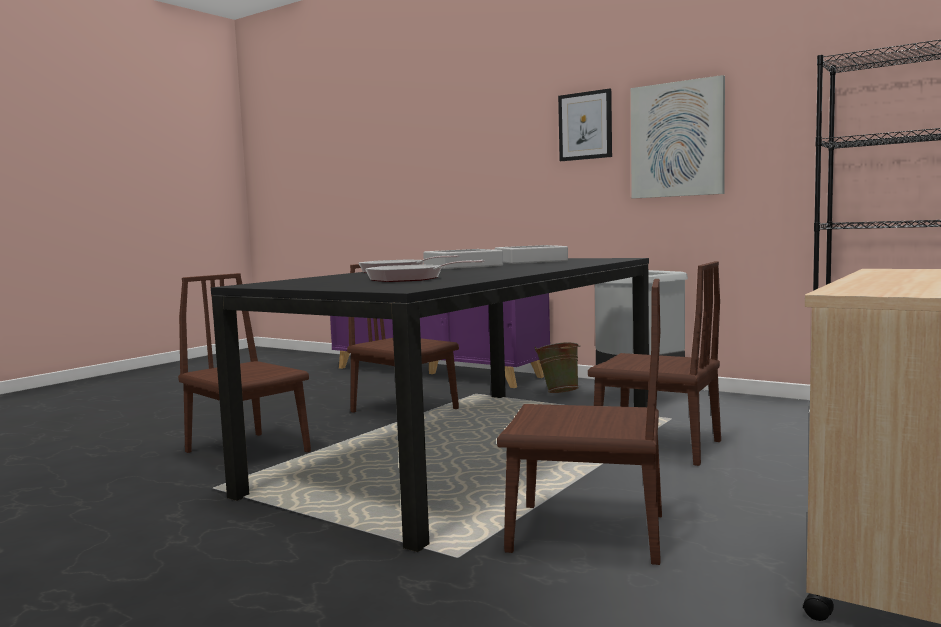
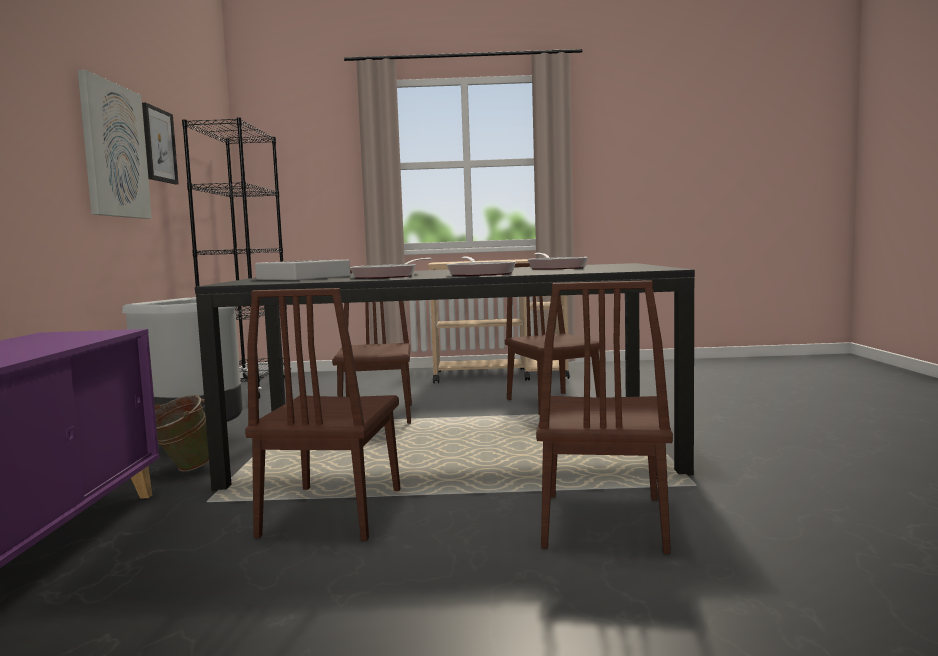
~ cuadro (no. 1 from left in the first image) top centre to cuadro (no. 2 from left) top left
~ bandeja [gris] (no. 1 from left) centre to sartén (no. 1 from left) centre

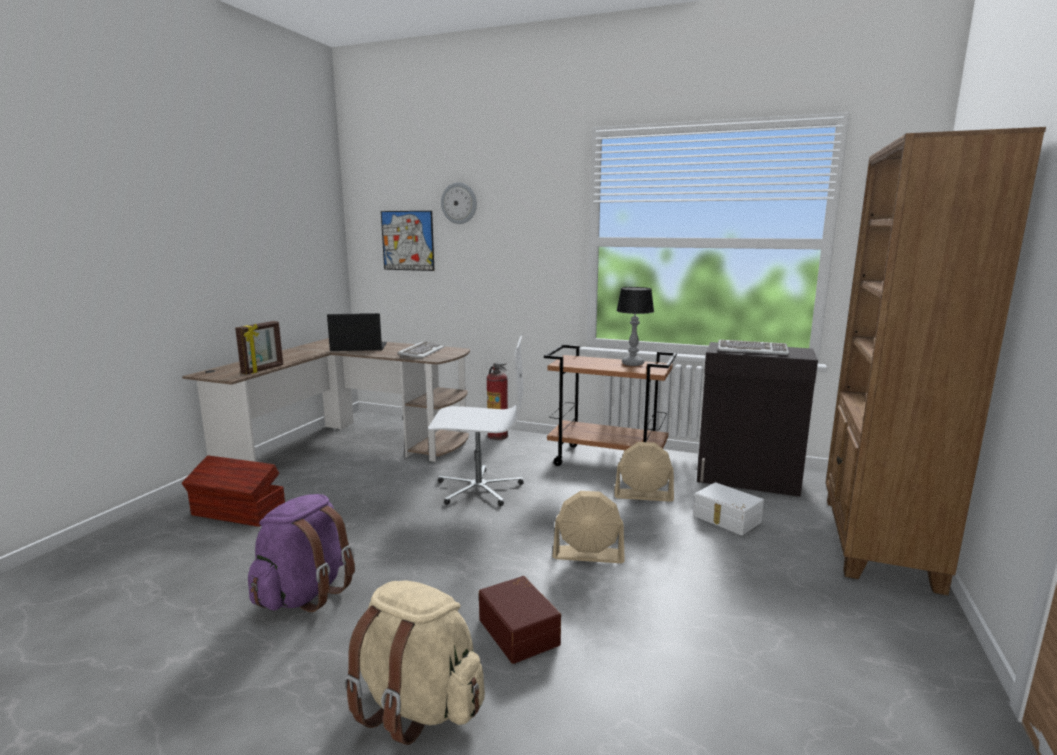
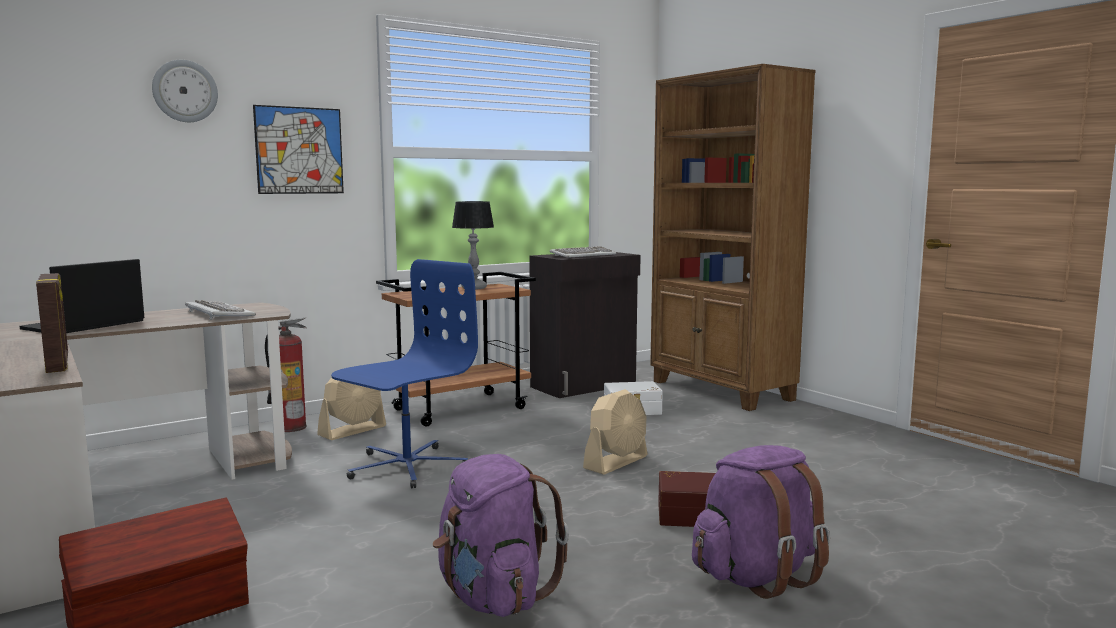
~ cuadro top centre to top left
~ ventilador [beis] (no. 2 from left in the first image) centre to ventilador [beis] (no. 1 from left) middle left
~ mochila [beis] bottom centre to mochila [morado] (no. 2 from left) bottom right
~ silla de oficina [blanco] centre to silla de oficina [azul] centre

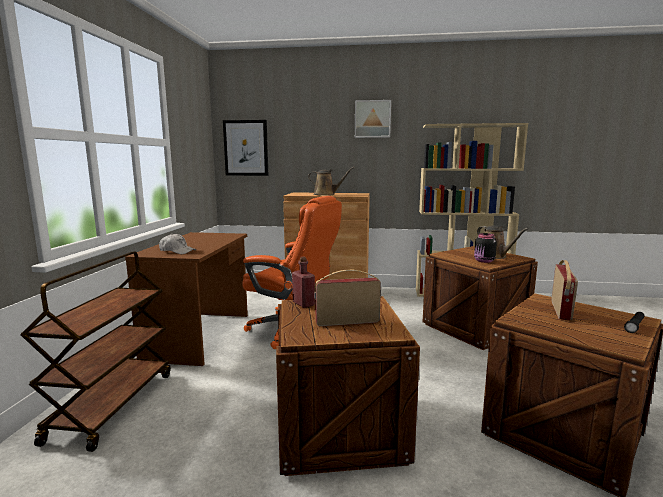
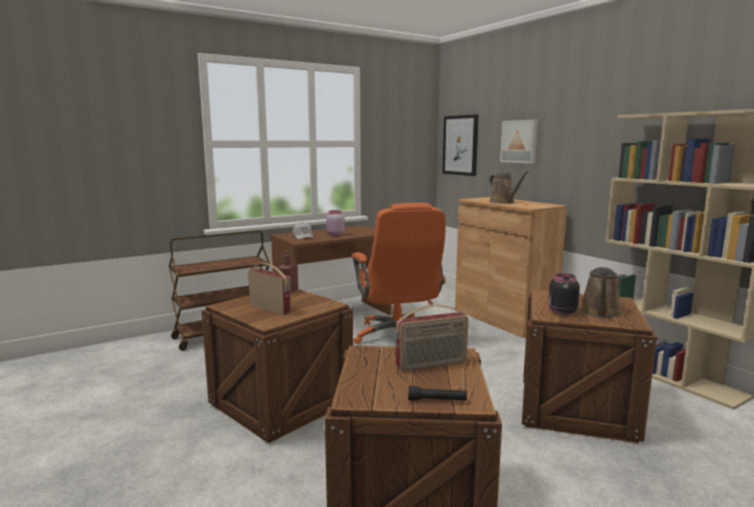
+ tarro [rosa] centre
~ cuadro (no. 2 from left) top centre to top right

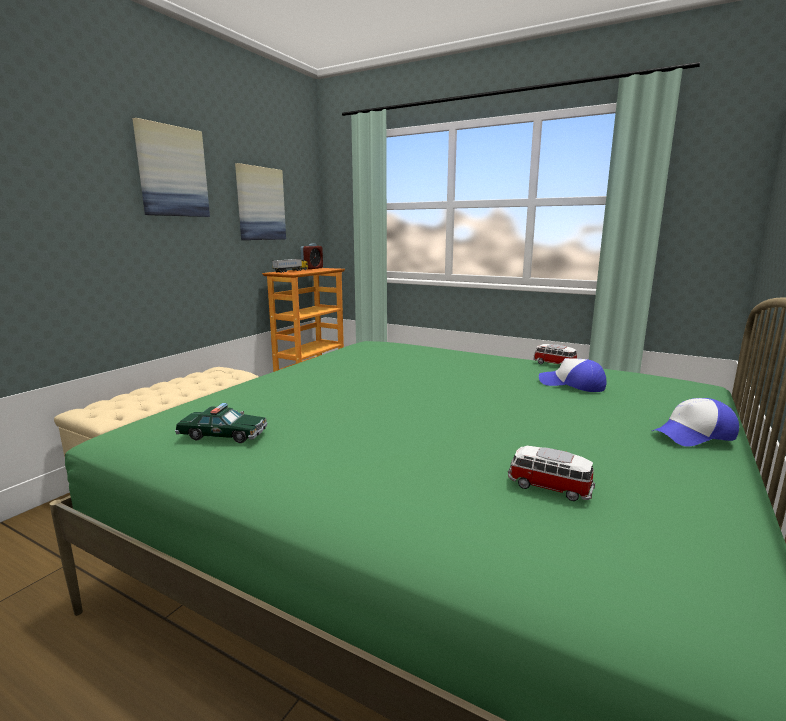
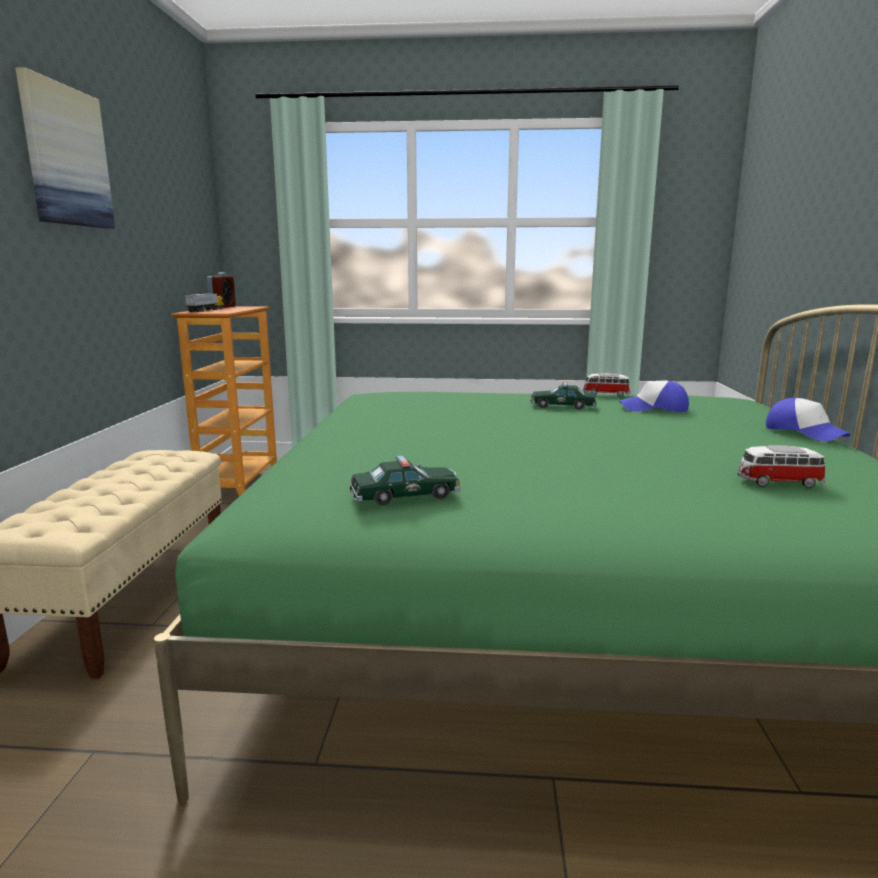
- cuadro (no. 2 from left) top left
+ coche de juguete (no. 2 from left) centre
~ gorra (no. 2 from left) middle right = middle right 75 degrees counterclockwise

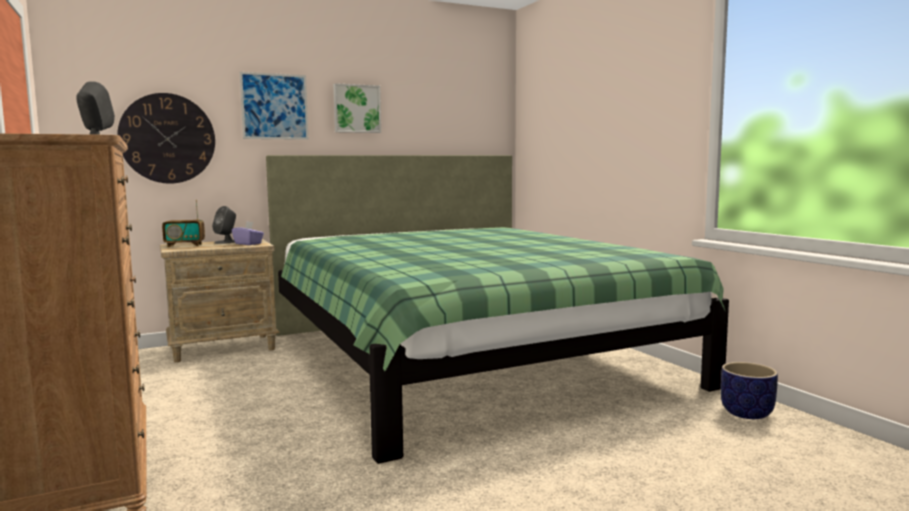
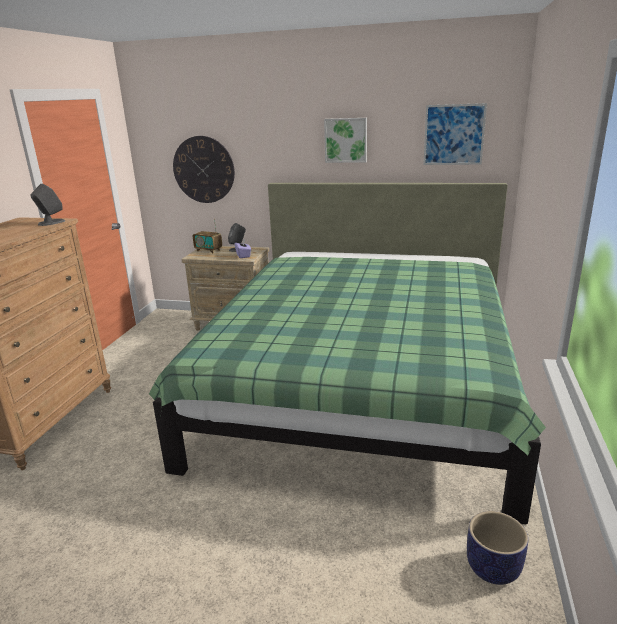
~ cuadro (no. 1 from left in the first image) top left to cuadro (no. 2 from left) top right

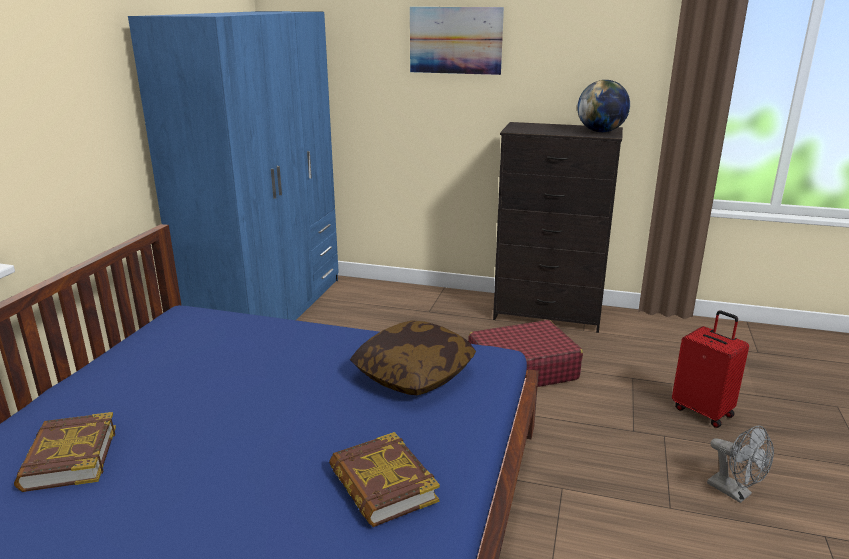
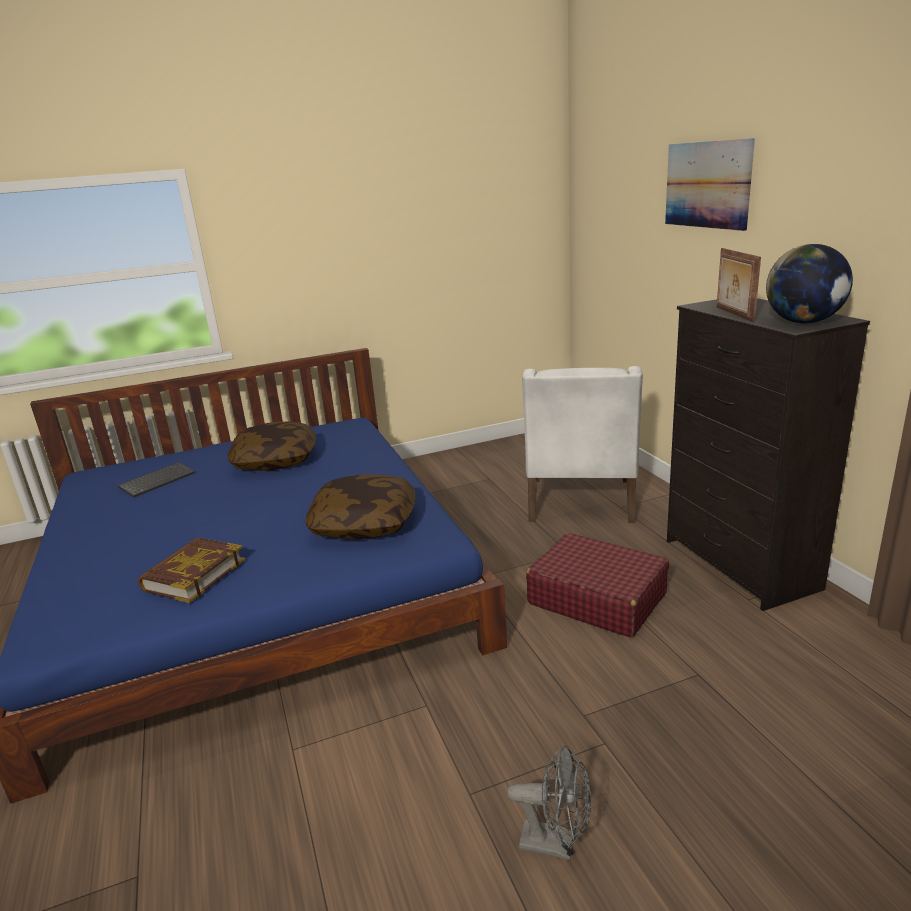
- armario ropero [azul] top left
- maleta [rojo] (no. 2 from left) middle right
+ cojín (no. 1 from left) middle left
+ sillón [blanco] centre
+ portarretratos top right
~ libro (no. 1 from left) bottom left to teclado middle left
~ ventilador [gris] bottom right = bottom centre 90 degrees counterclockwise

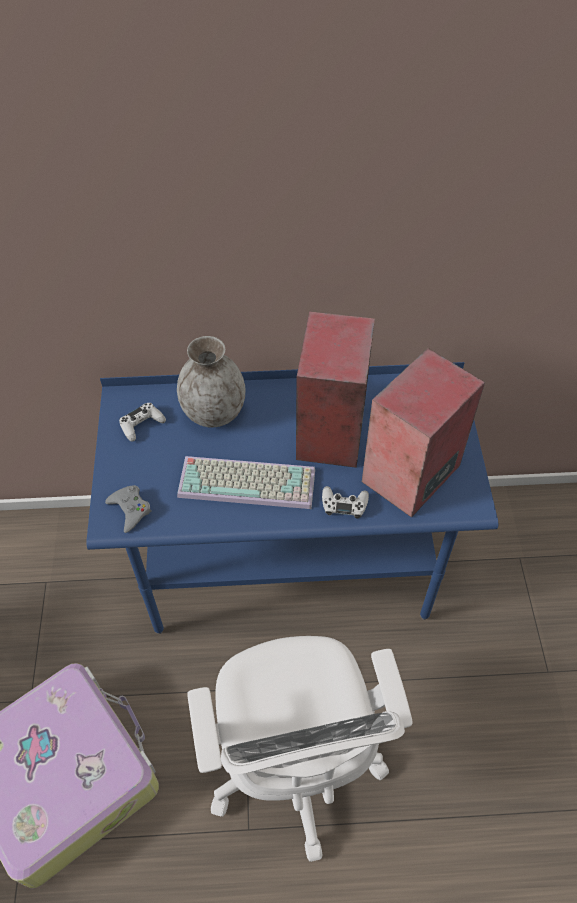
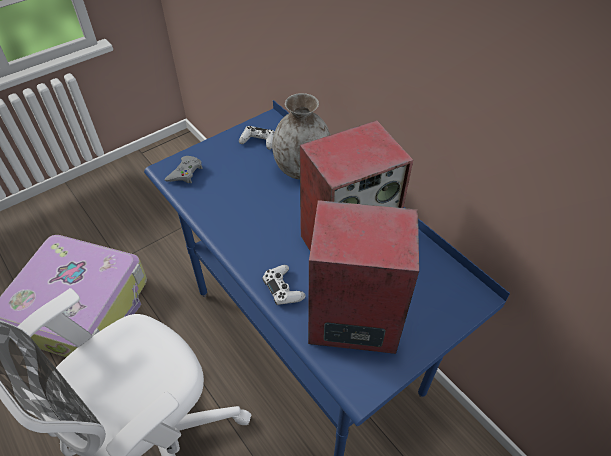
- teclado centre

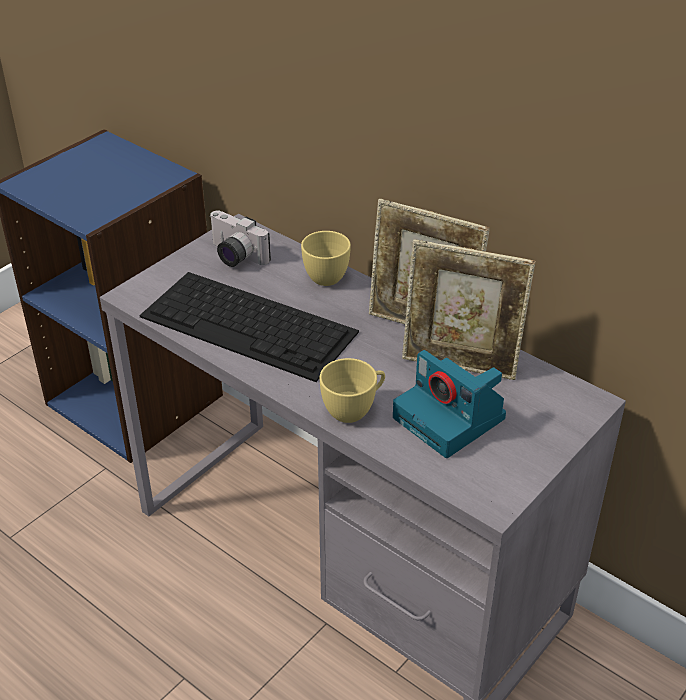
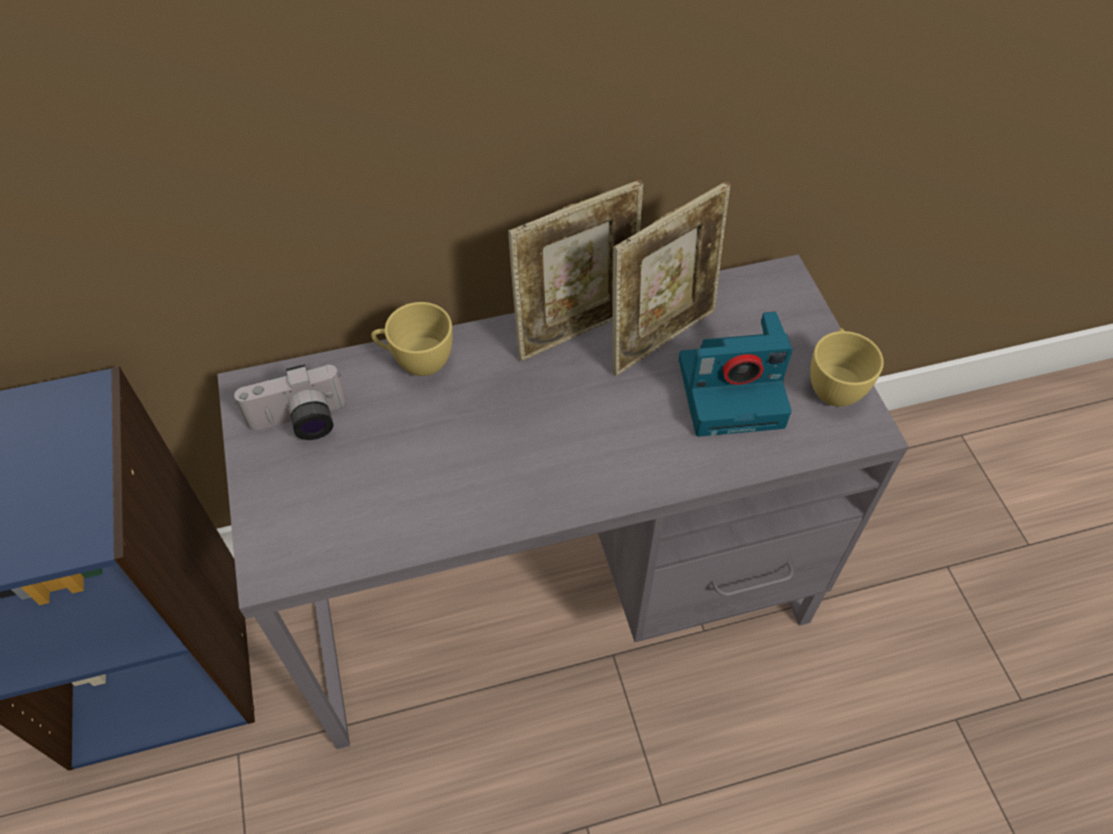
- teclado centre
~ taza [amarillo] (no. 2 from left) centre to middle right

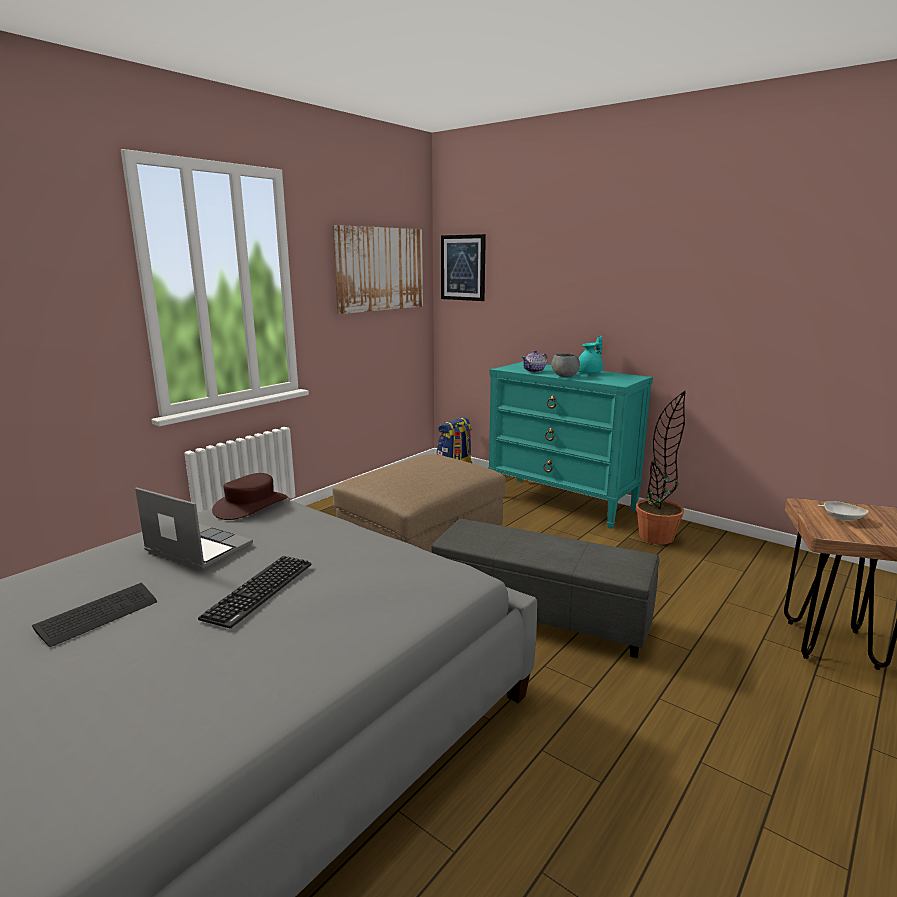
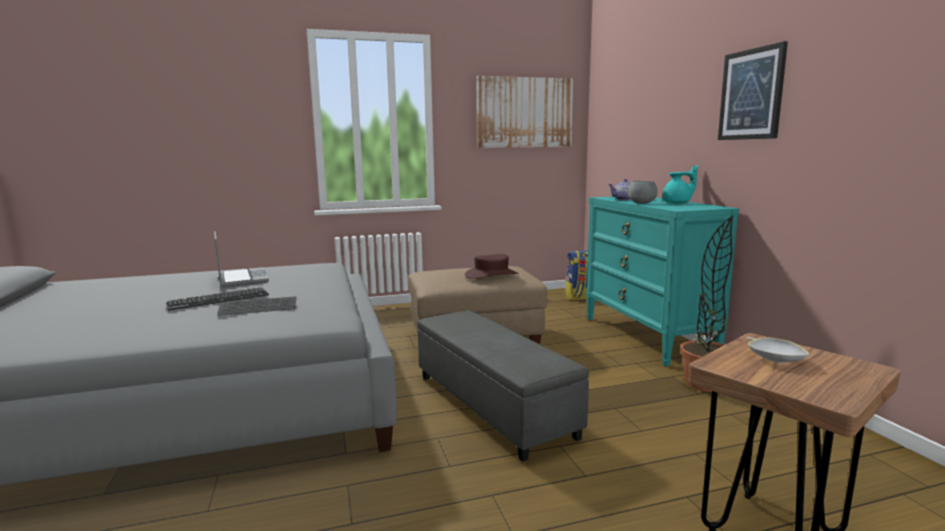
~ teclado (no. 1 from left in the first image) bottom left to teclado (no. 2 from left) middle left
~ sombrero [marrón] middle left to centre
~ cuadro (no. 2 from left) top centre to top right

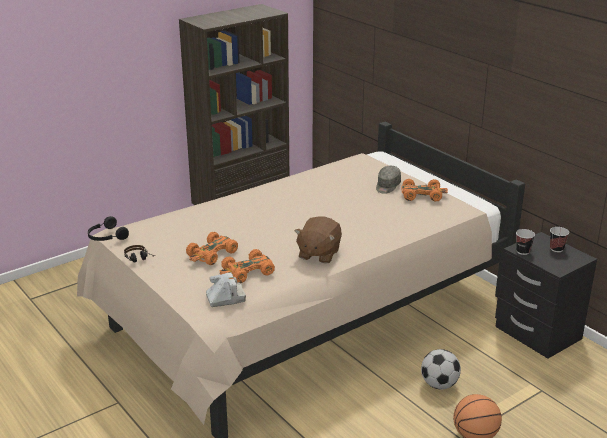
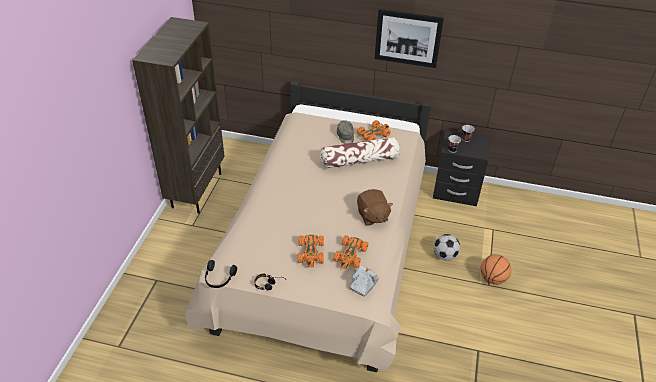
+ cojín centre
+ cuadro top centre

